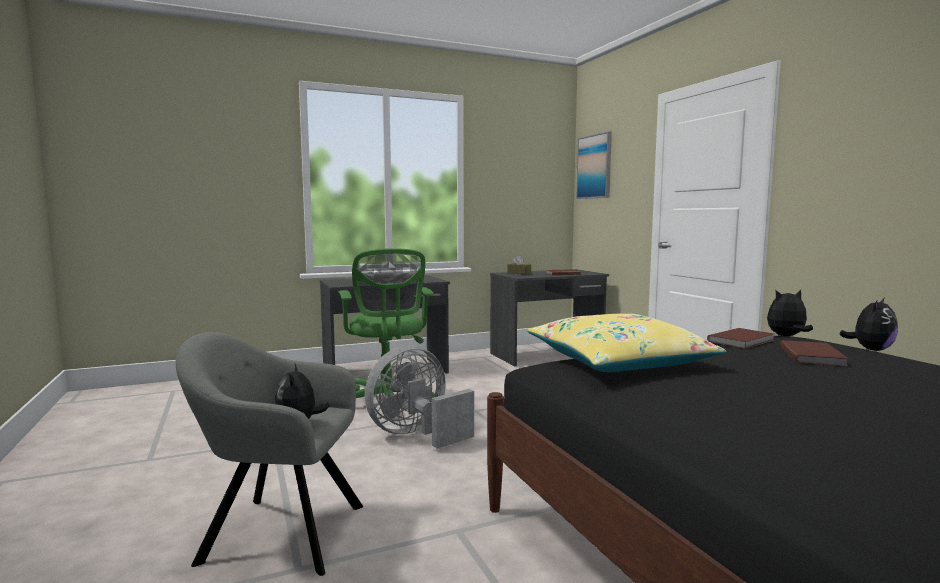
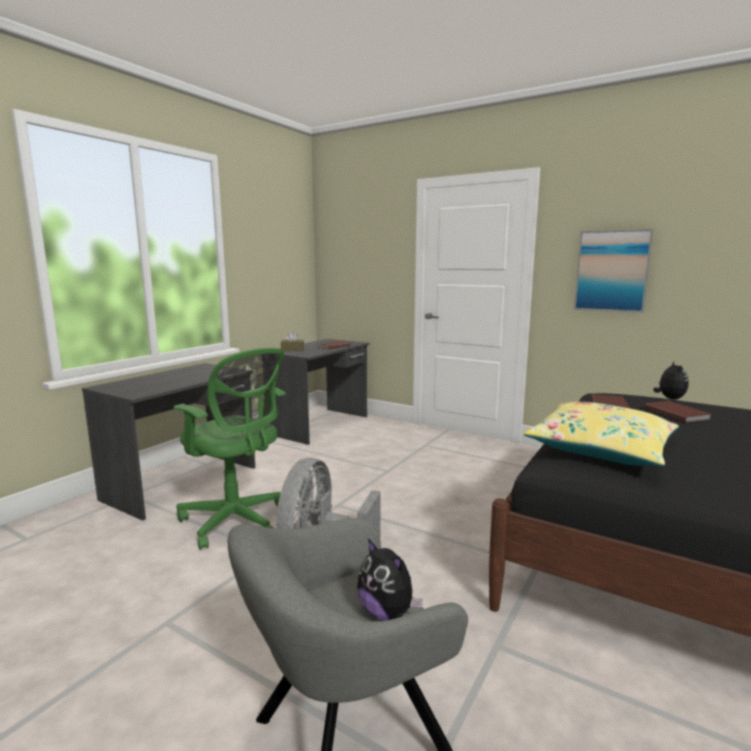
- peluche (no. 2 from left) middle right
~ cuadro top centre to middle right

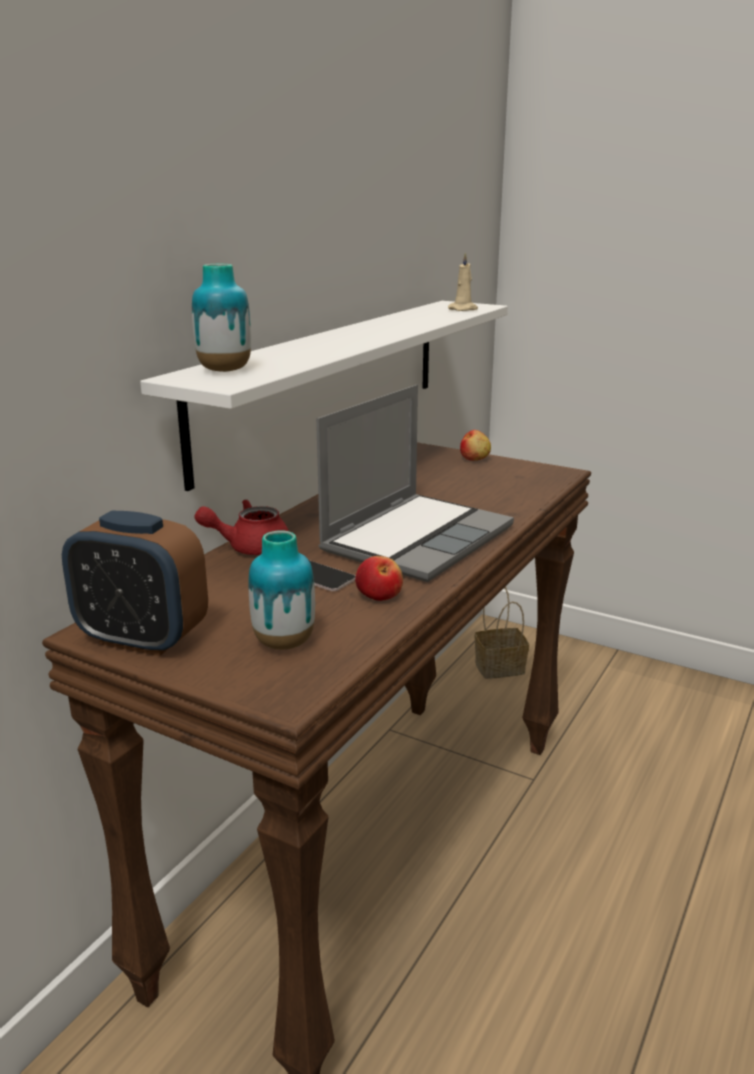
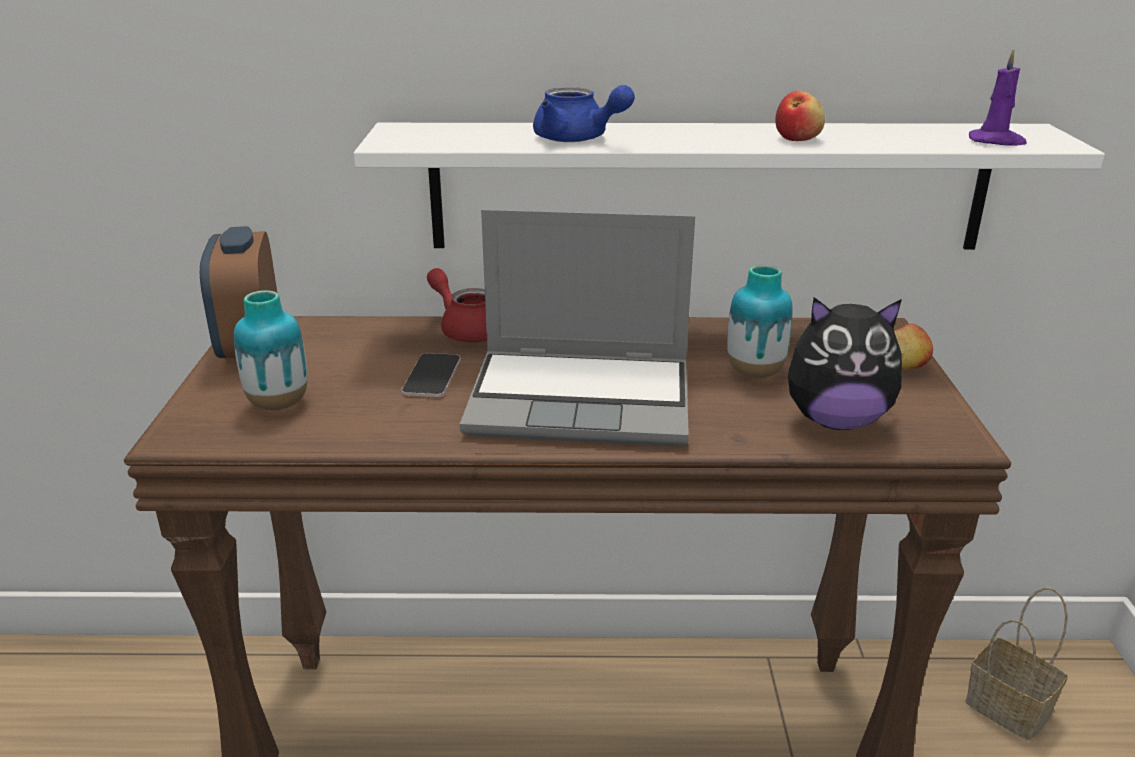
+ tetera [azul] top centre
+ peluche middle right
~ florero (no. 1 from left in the first image) top left to florero (no. 2 from left) middle right
~ manzana (no. 1 from left) centre to top right
~ vela [beis] top centre to vela [morado] top right

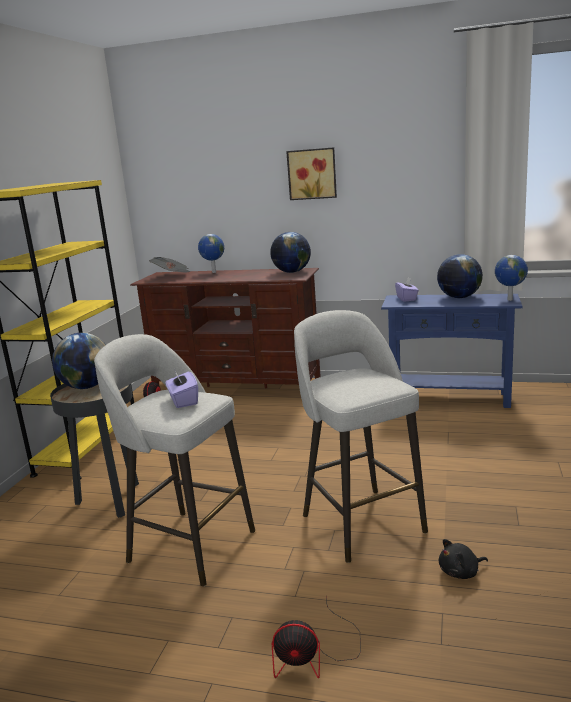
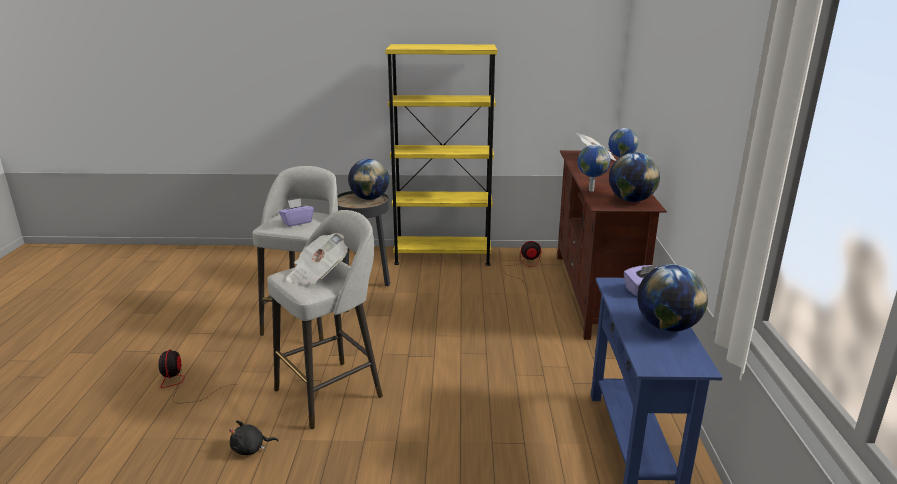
- cuadro top centre
+ periódico (no. 1 from left) centre
~ globo terráqueo (no. 5 from left in the first image) middle right to globo terráqueo (no. 2 from left) centre
~ peluche [negro] bottom right = bottom left 75 degrees counterclockwise

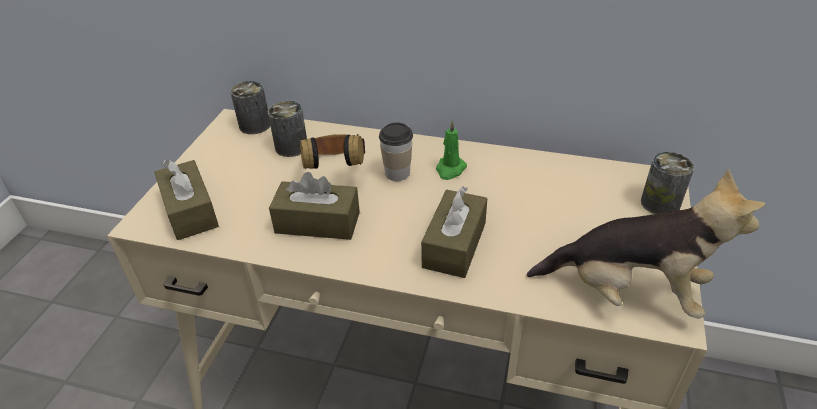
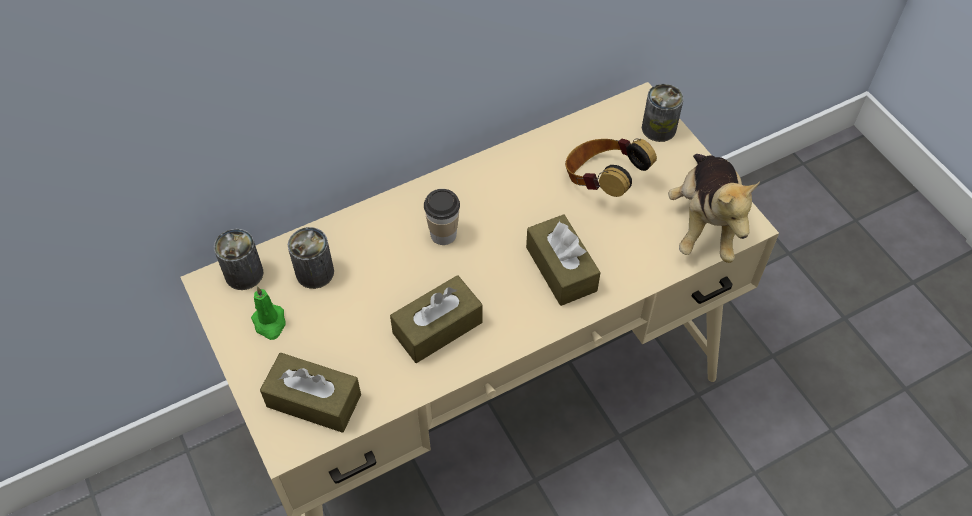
~ auriculares centre to top centre
~ vela [verde] centre to middle left
~ peluche middle right = middle right 120 degrees clockwise

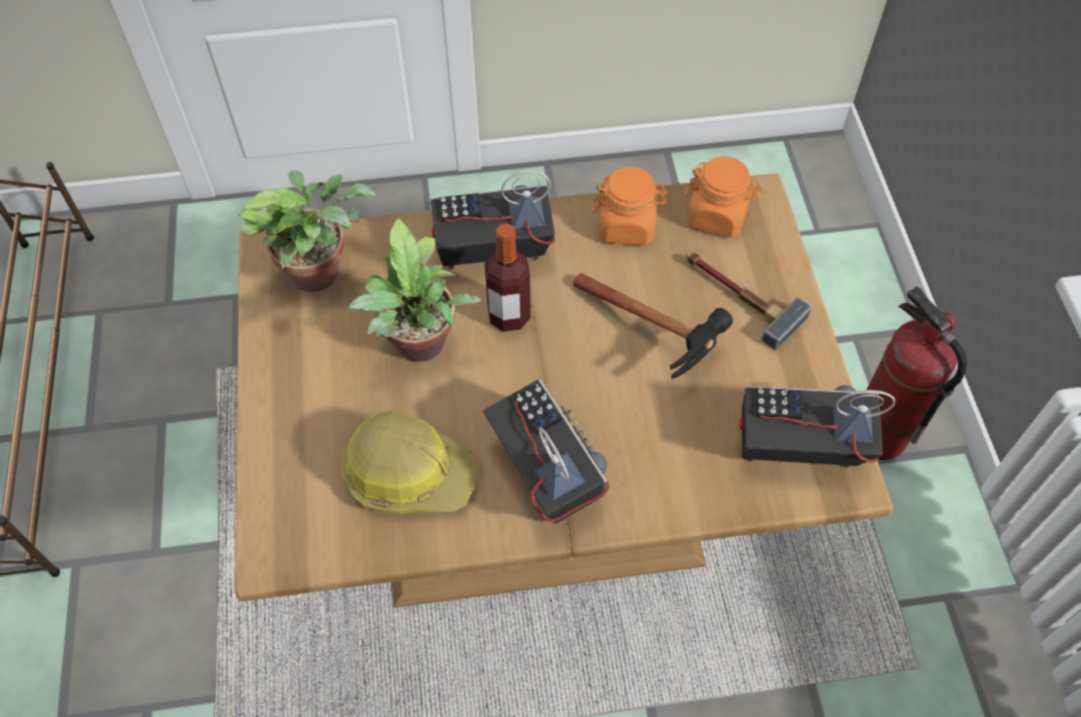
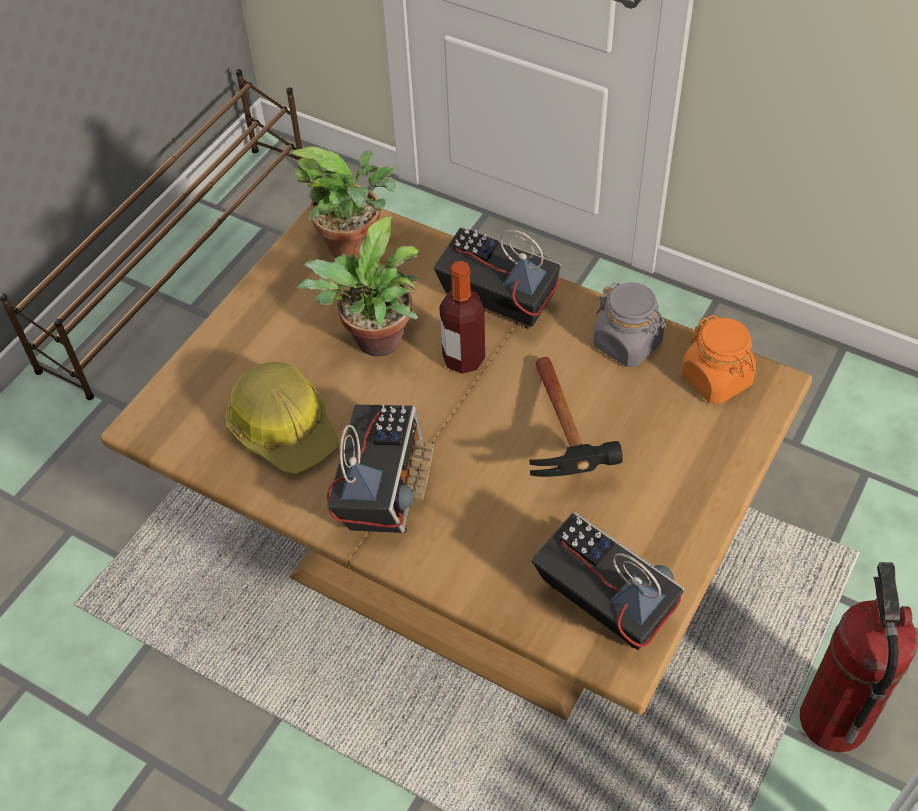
- martillo (no. 2 from left) middle right
~ tarro [naranja] (no. 1 from left) top centre to tarro [gris] middle right

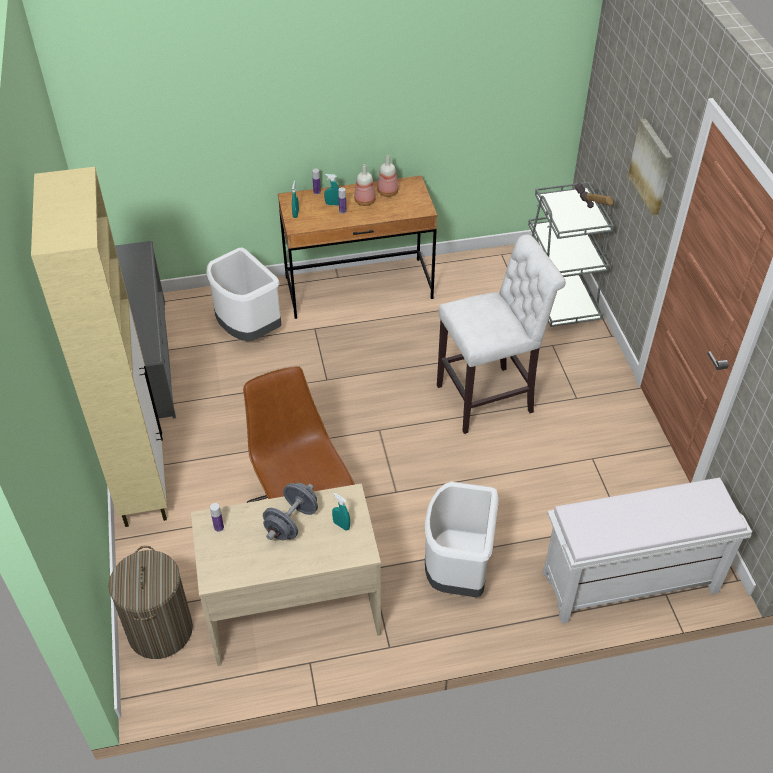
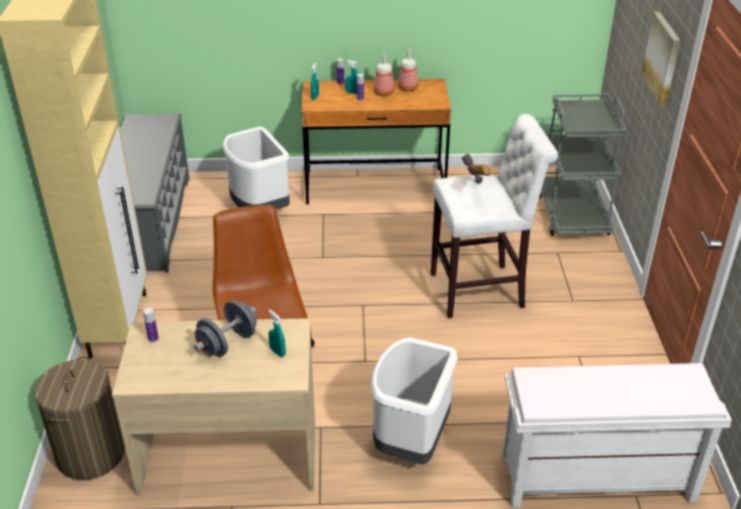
~ martillo top right to top centre

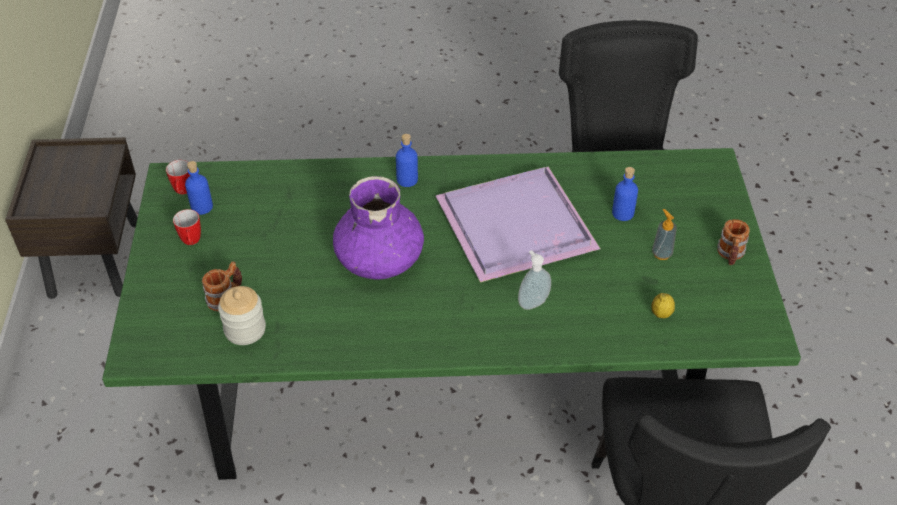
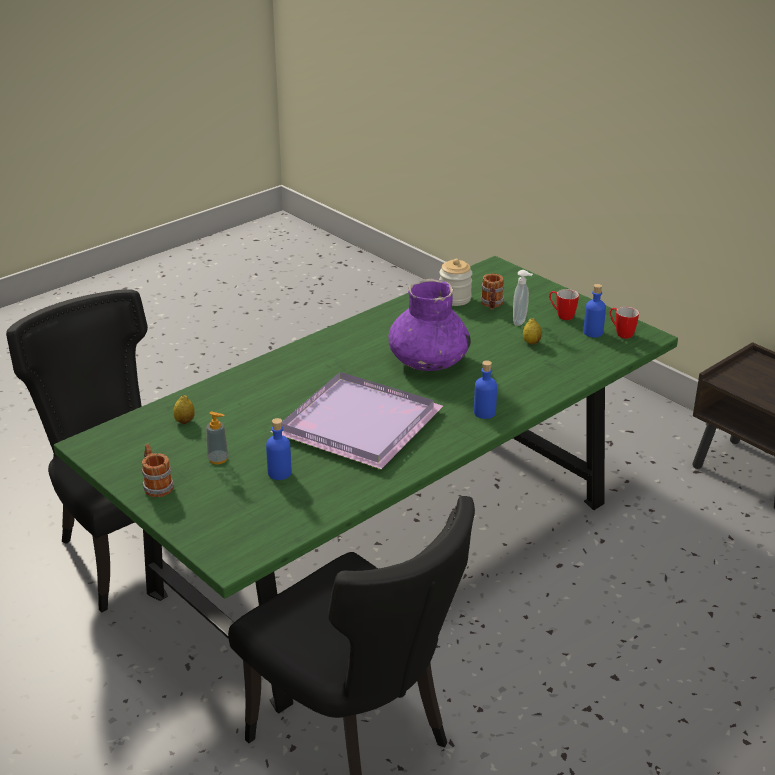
+ limón (no. 2 from left) middle right
~ dispensador de jabón (no. 1 from left in the first image) centre to dispensador de jabón (no. 2 from left) middle right

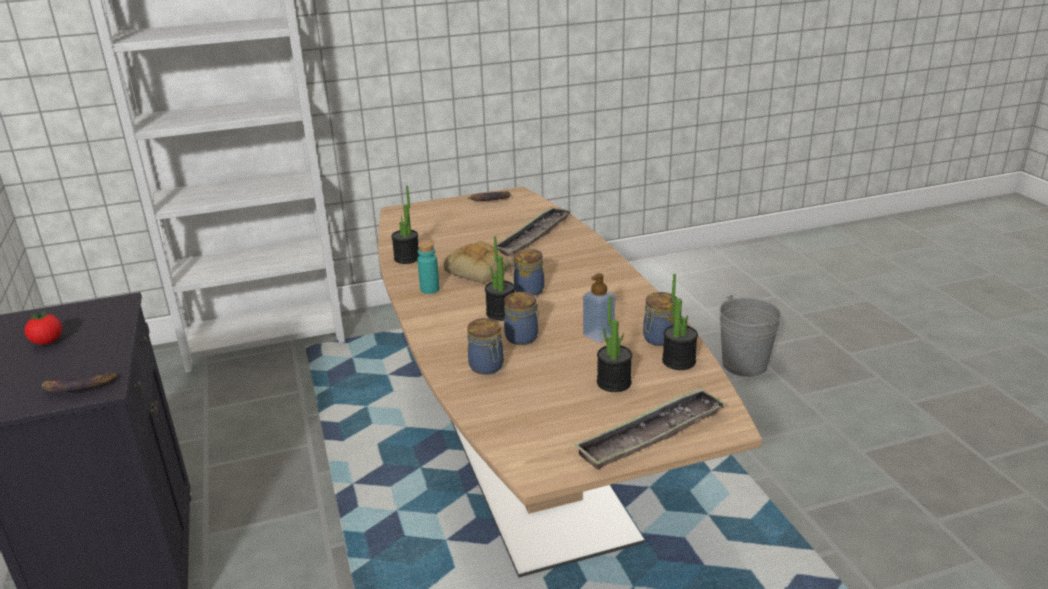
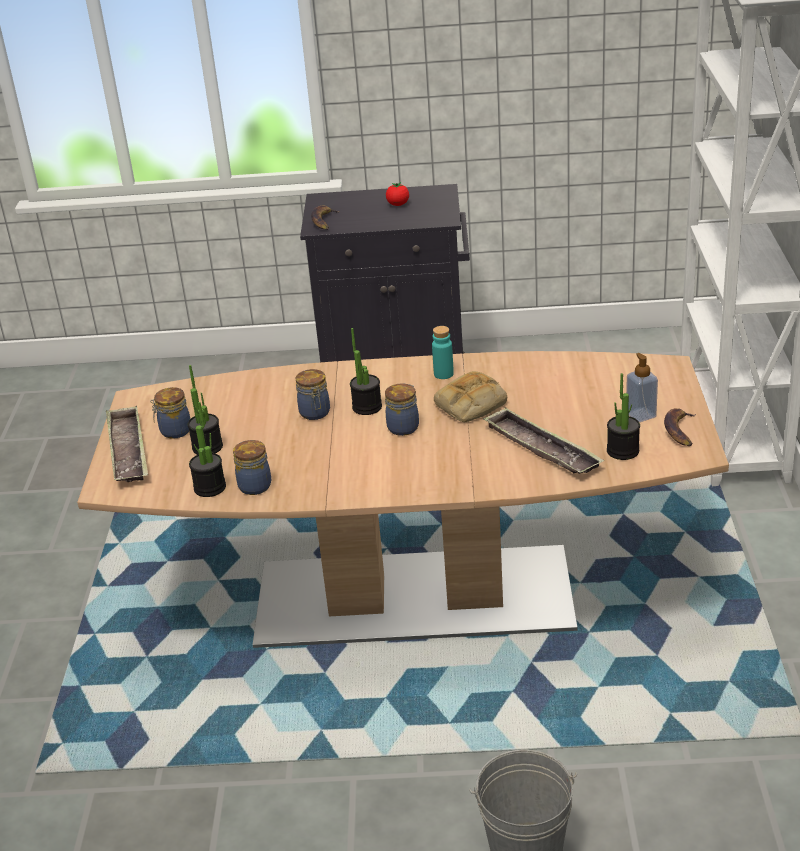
~ planta en maceta (no. 1 from left in the first image) centre to planta en maceta (no. 4 from left) middle right
~ tarro (no. 1 from left) centre to middle left
~ dispensador de jabón centre to middle right

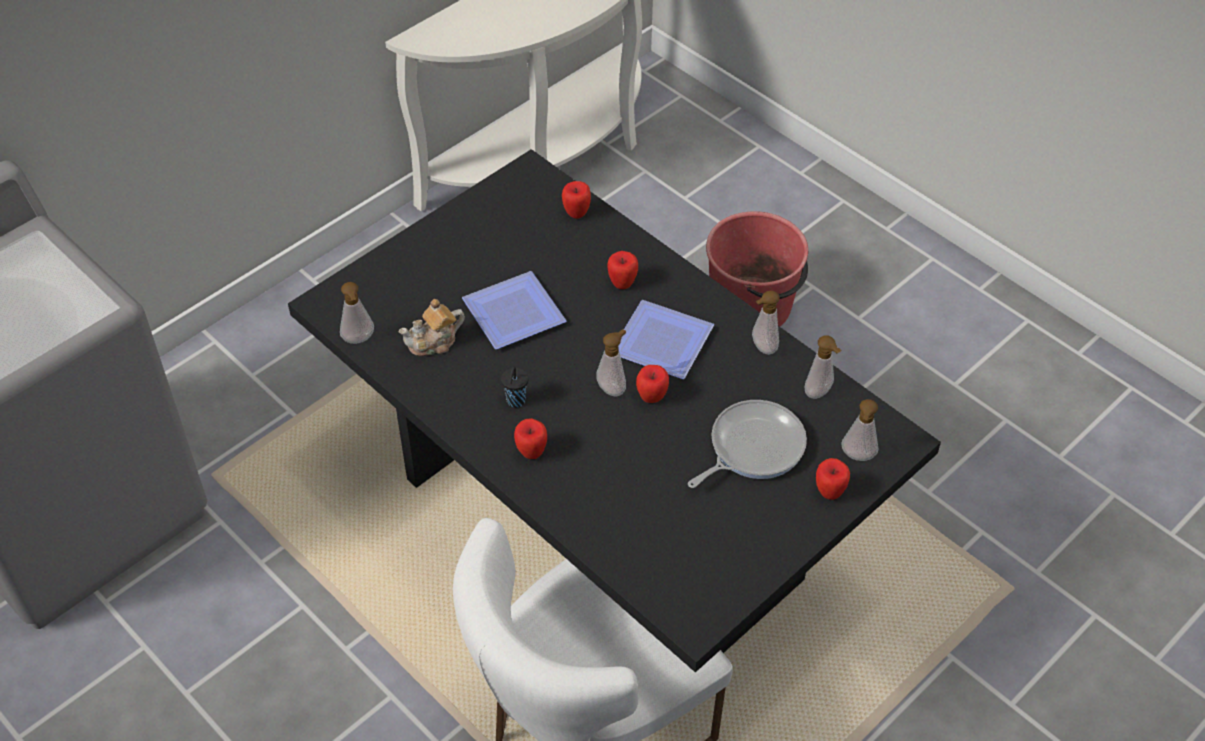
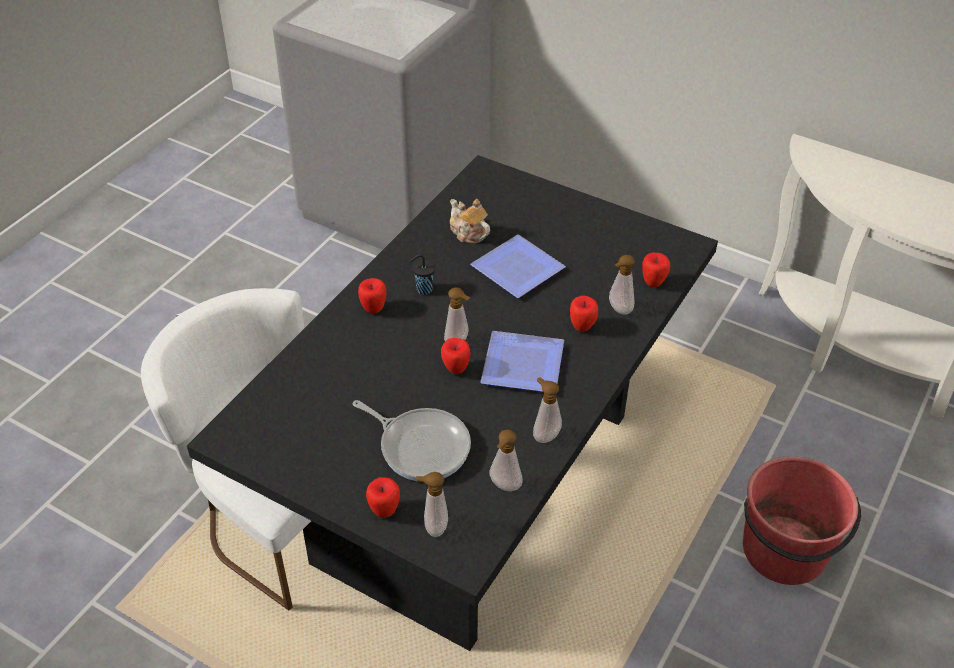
~ dispensador de jabón (no. 1 from left in the first image) middle left to dispensador de jabón (no. 5 from left) centre

